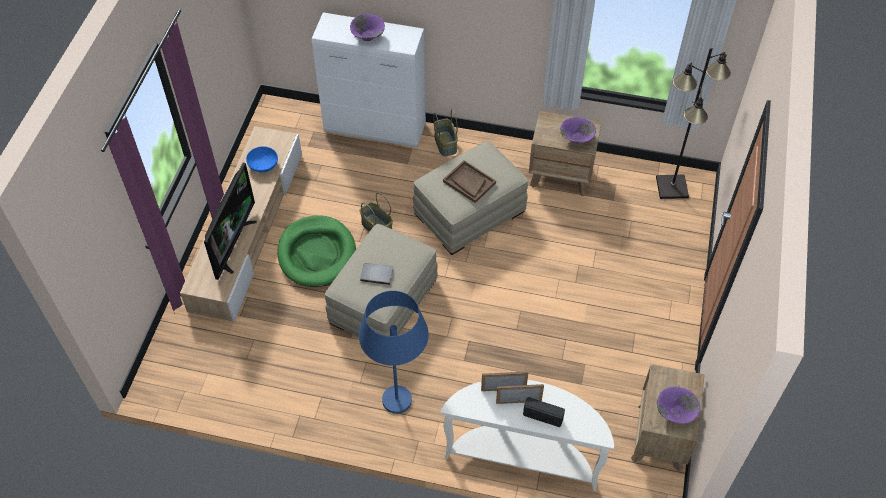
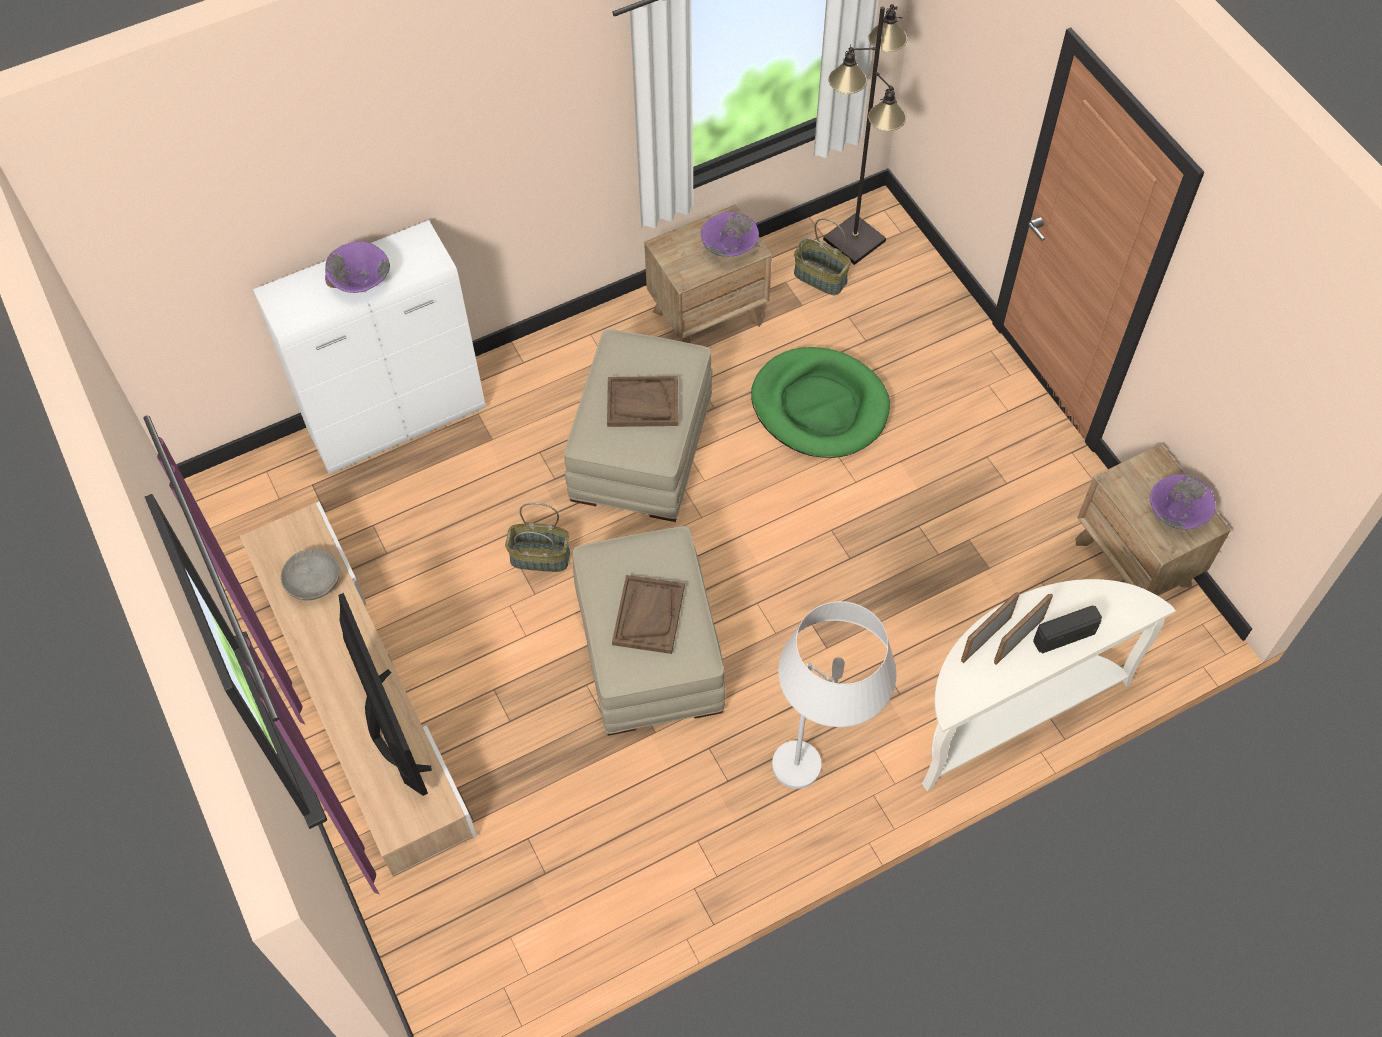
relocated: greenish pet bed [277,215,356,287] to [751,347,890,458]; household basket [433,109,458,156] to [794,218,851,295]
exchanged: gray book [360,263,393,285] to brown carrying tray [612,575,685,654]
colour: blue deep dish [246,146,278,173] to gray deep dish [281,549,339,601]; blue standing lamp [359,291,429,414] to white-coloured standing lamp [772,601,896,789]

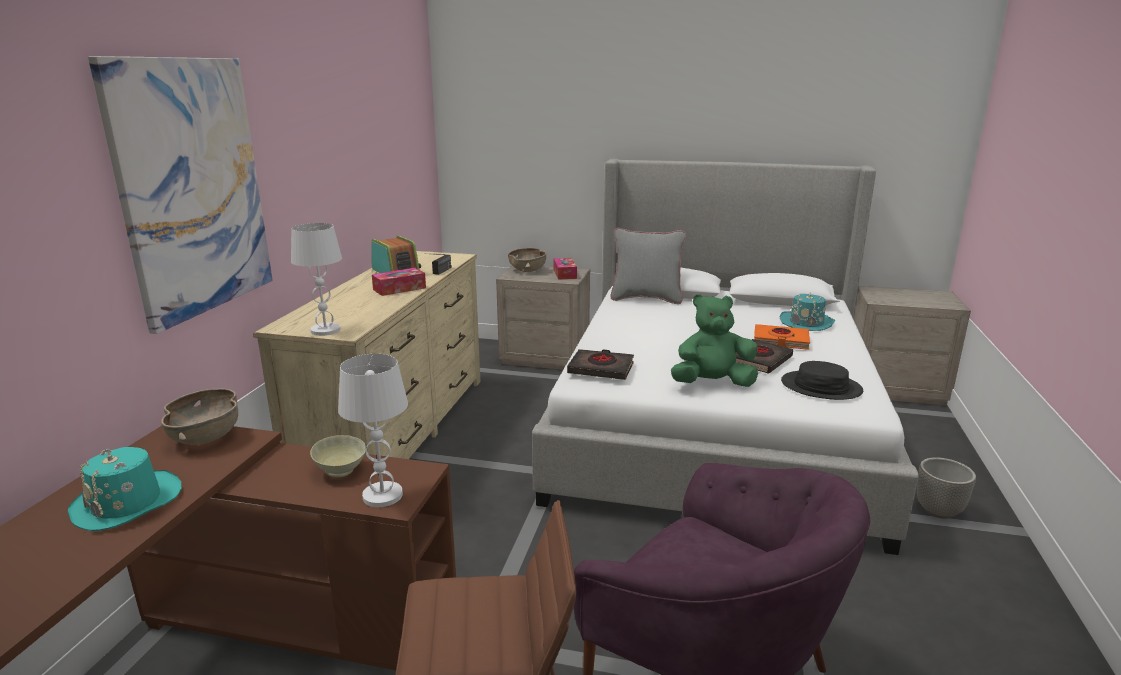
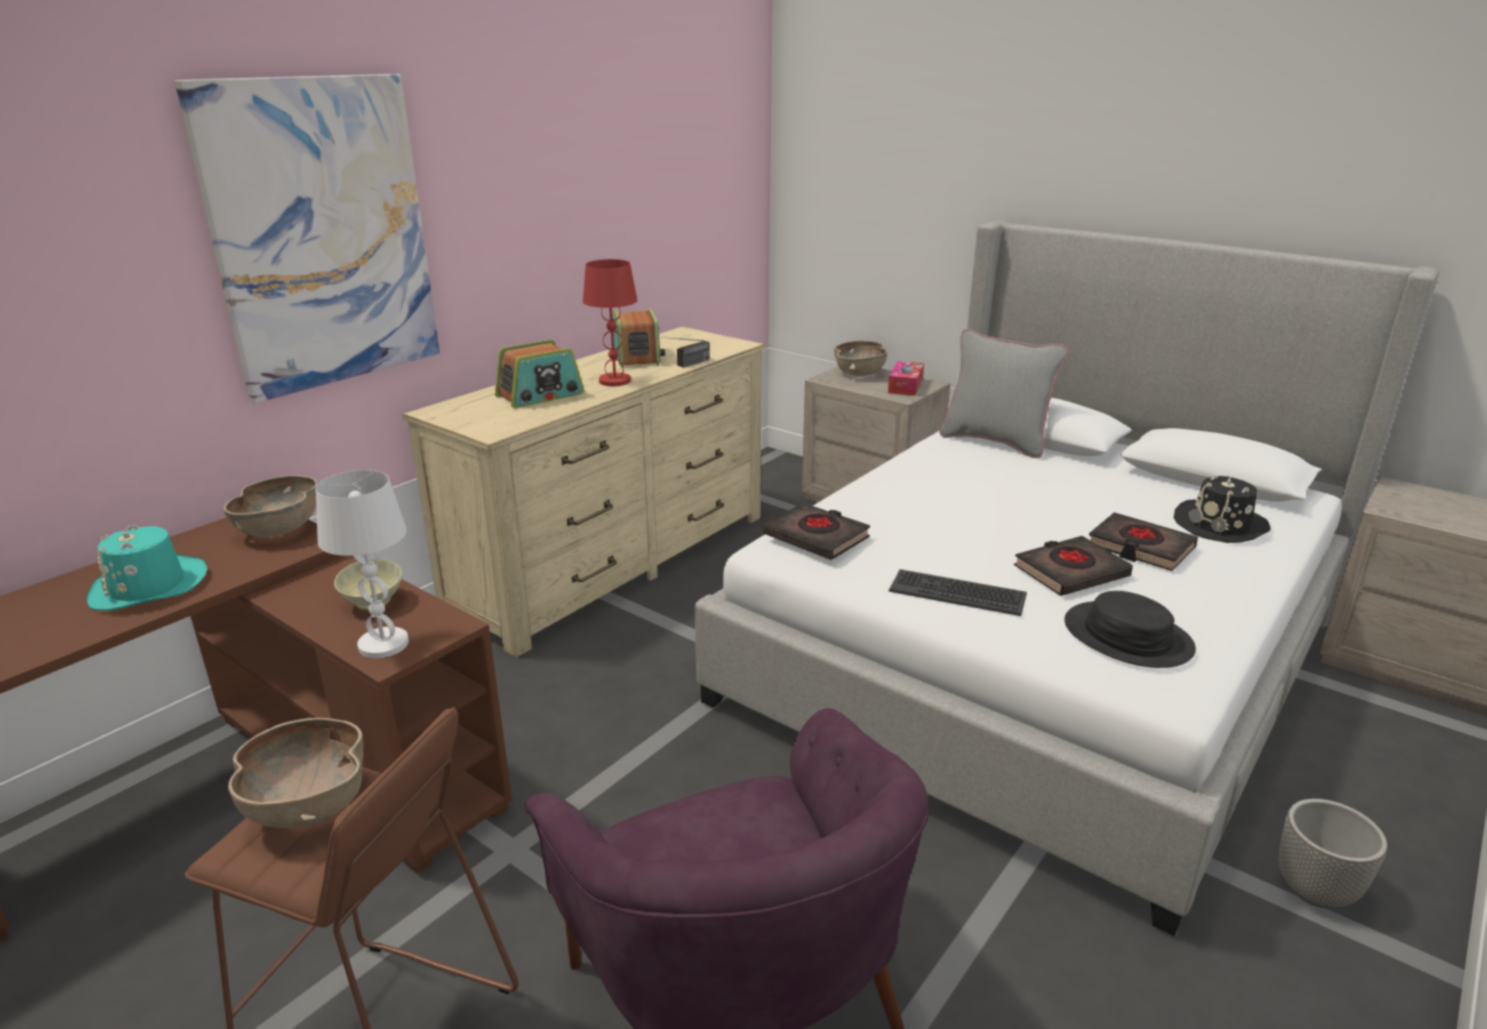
missing: white-coloured table lamp [291,223,342,336]
appeared: brown deep dish [228,718,363,828]; radio set [495,339,584,408]
exchanged: box of tissues [372,268,426,296] to reddish table lamp [583,259,637,386]; greenish cuddly toy [671,294,758,387] to keyboard [889,569,1027,616]
colour: orange book [754,324,810,350] to black-coloured book [1089,512,1198,571]; turquoise hat [780,293,835,331] to black-coloured hat [1174,475,1271,543]

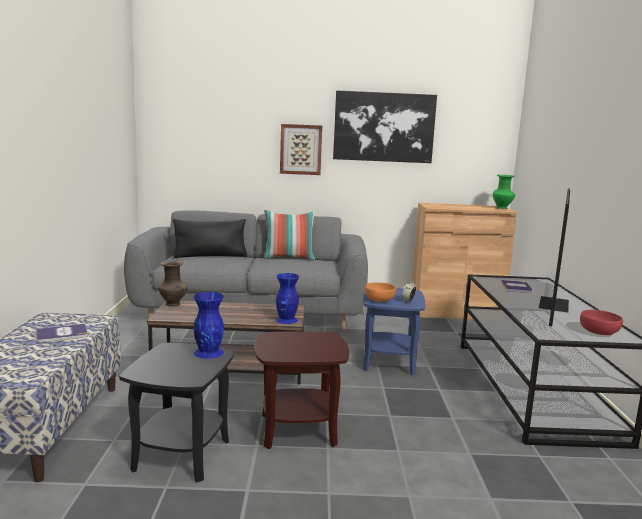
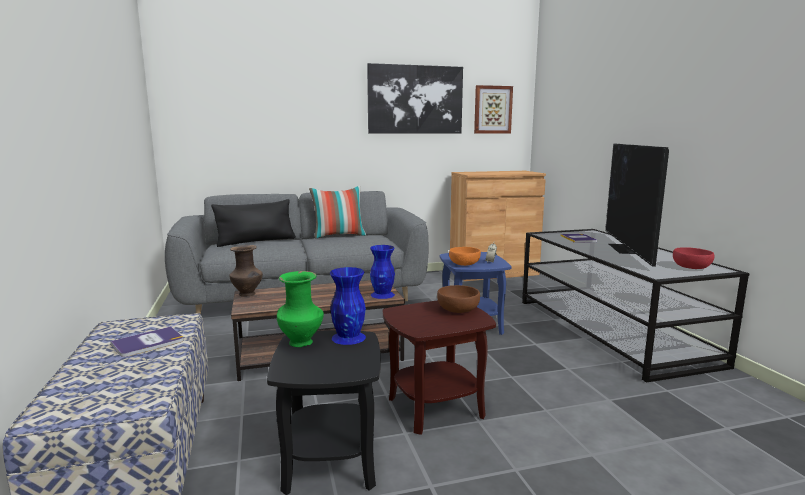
appeared: brown deep dish [437,285,480,313]
relocated: wall picture [280,124,322,175] to [474,85,513,134]; greenish vase [493,175,515,209] to [277,271,324,347]

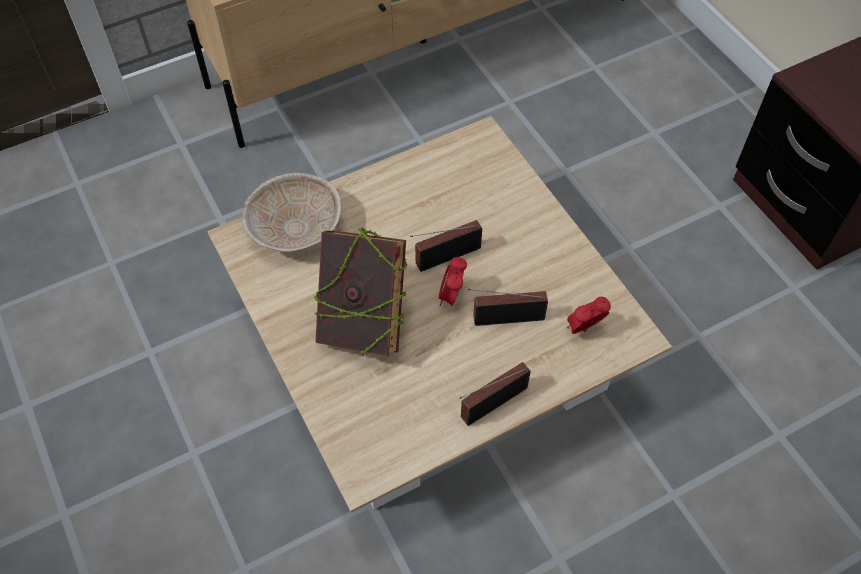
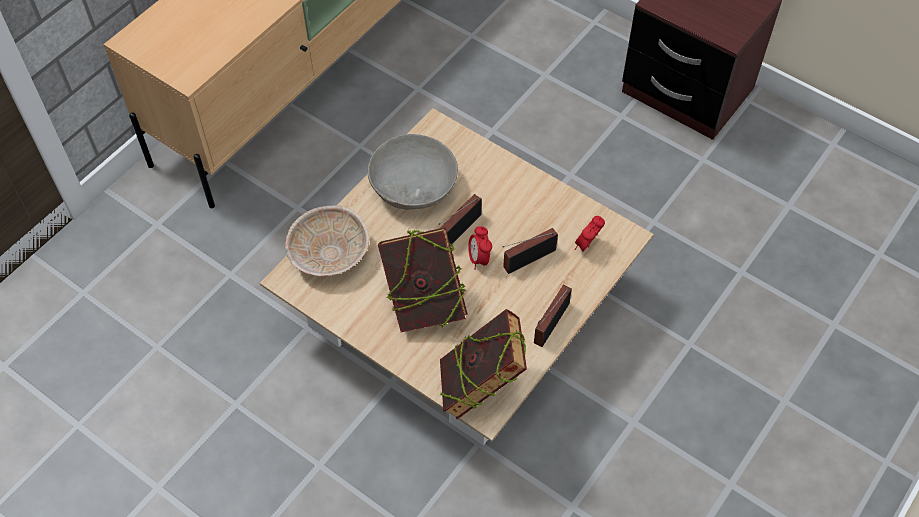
appeared: gray deep dish [368,134,458,210]; book [439,309,527,419]

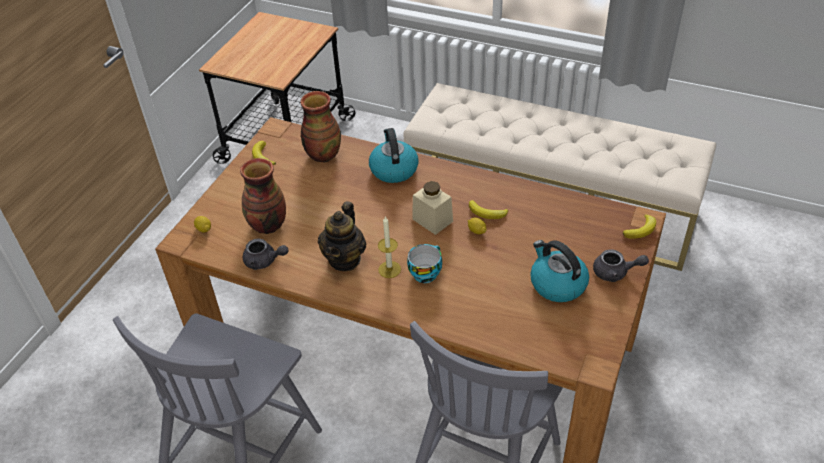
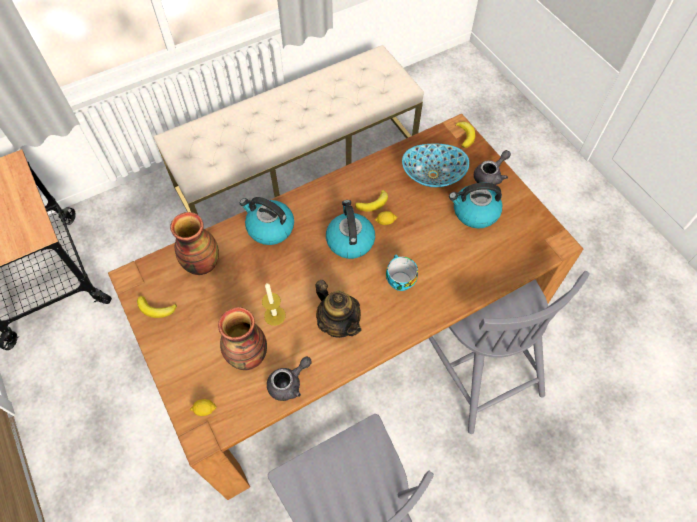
appeared: deep dish [402,144,469,187]
relocated: candle [378,217,401,278] to [262,284,286,326]
exchanged: sand-coloured storage jar [412,181,453,235] to kettle [326,200,375,259]

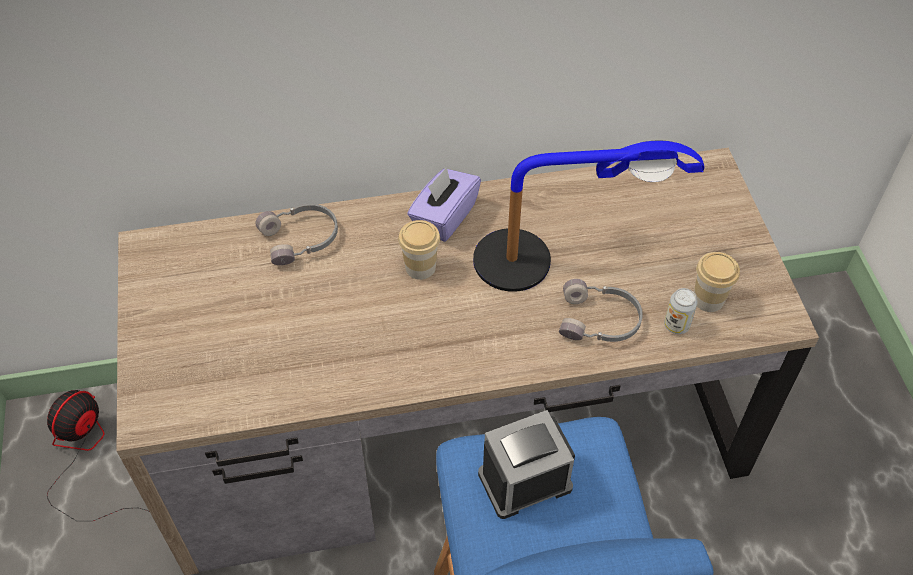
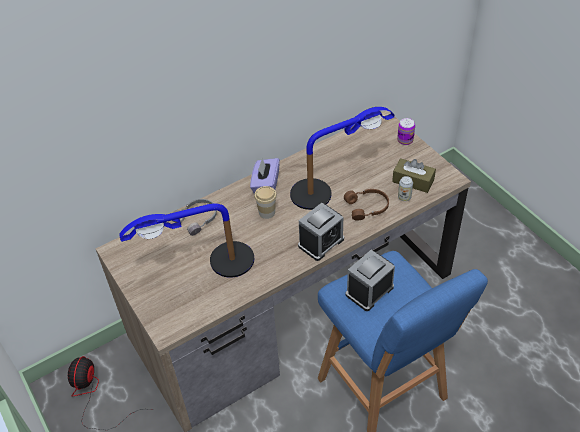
appeared: table lamp [119,204,254,278]; alarm clock [298,203,344,261]; can [397,118,415,145]
exchanged: small cup [694,252,740,312] to brown box of tissues [392,158,436,193]
colour: gray headset [559,279,643,342] to brown headset [344,189,389,221]

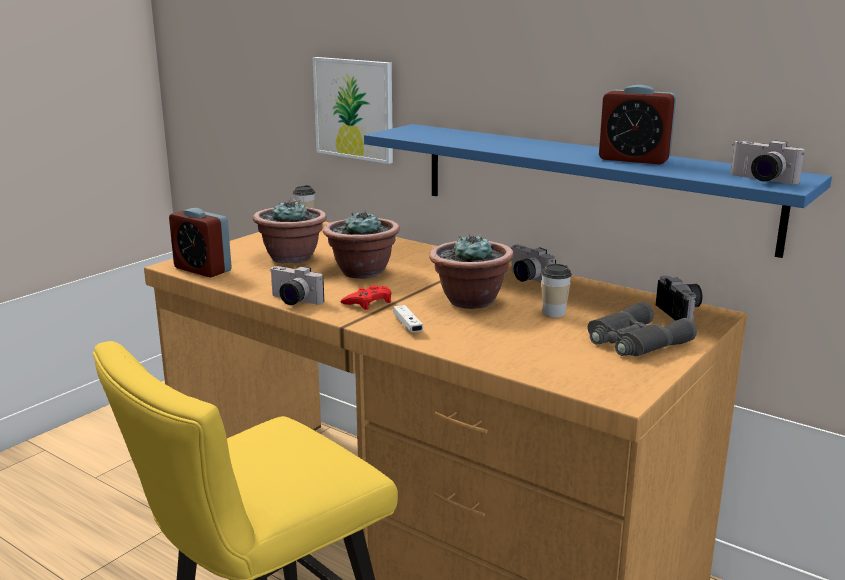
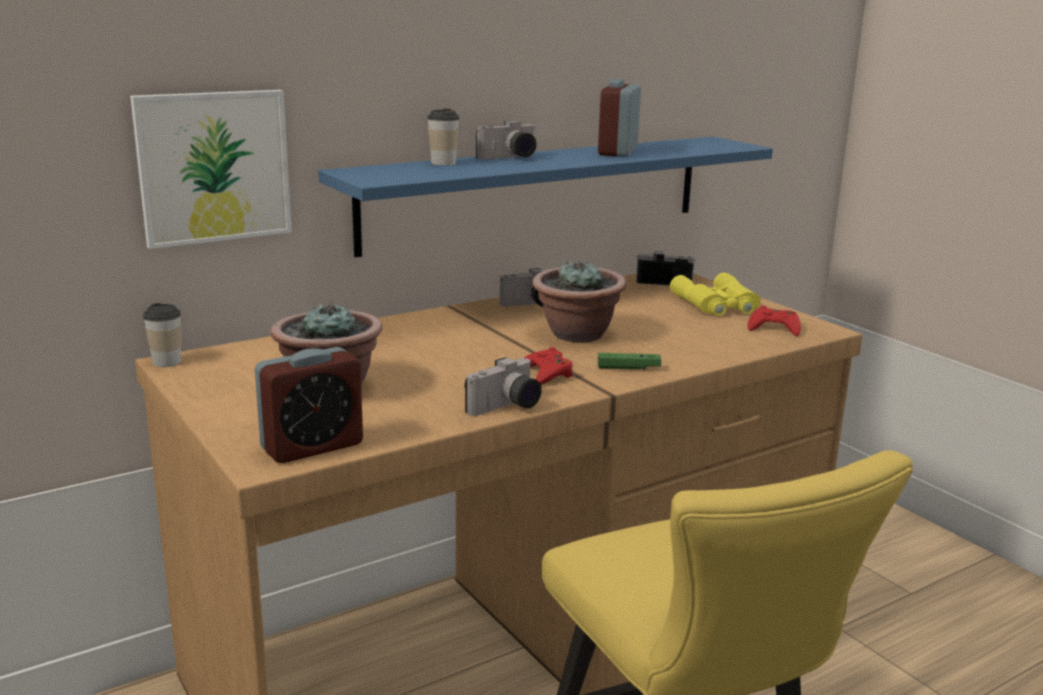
missing: plant in a pot [323,209,400,279]
appeared: reddish game controller [748,306,801,336]
relocated: small cup [541,264,572,317] to [427,108,459,166]; still camera [731,140,805,184] to [476,121,537,160]
colour: white-coloured game controller [393,305,423,333] to greenish game controller [598,353,661,369]; gray binoculars [588,302,697,356] to yellow-coloured binoculars [670,273,761,316]
spun: alarm clock [599,85,676,164] = [598,78,641,157] 150 degrees clockwise

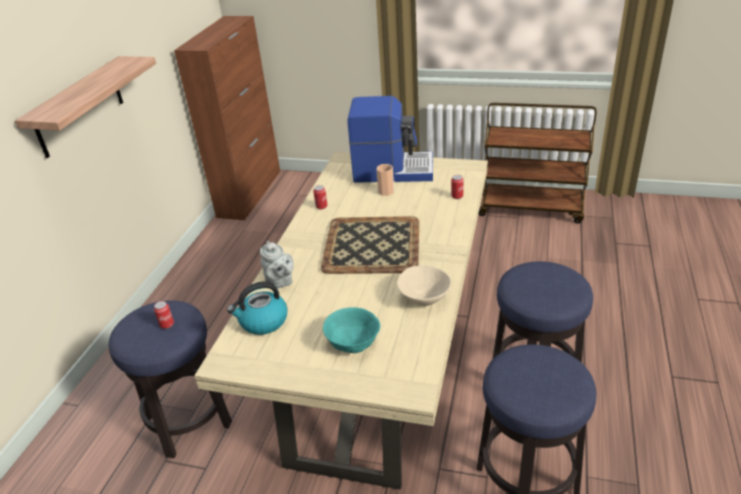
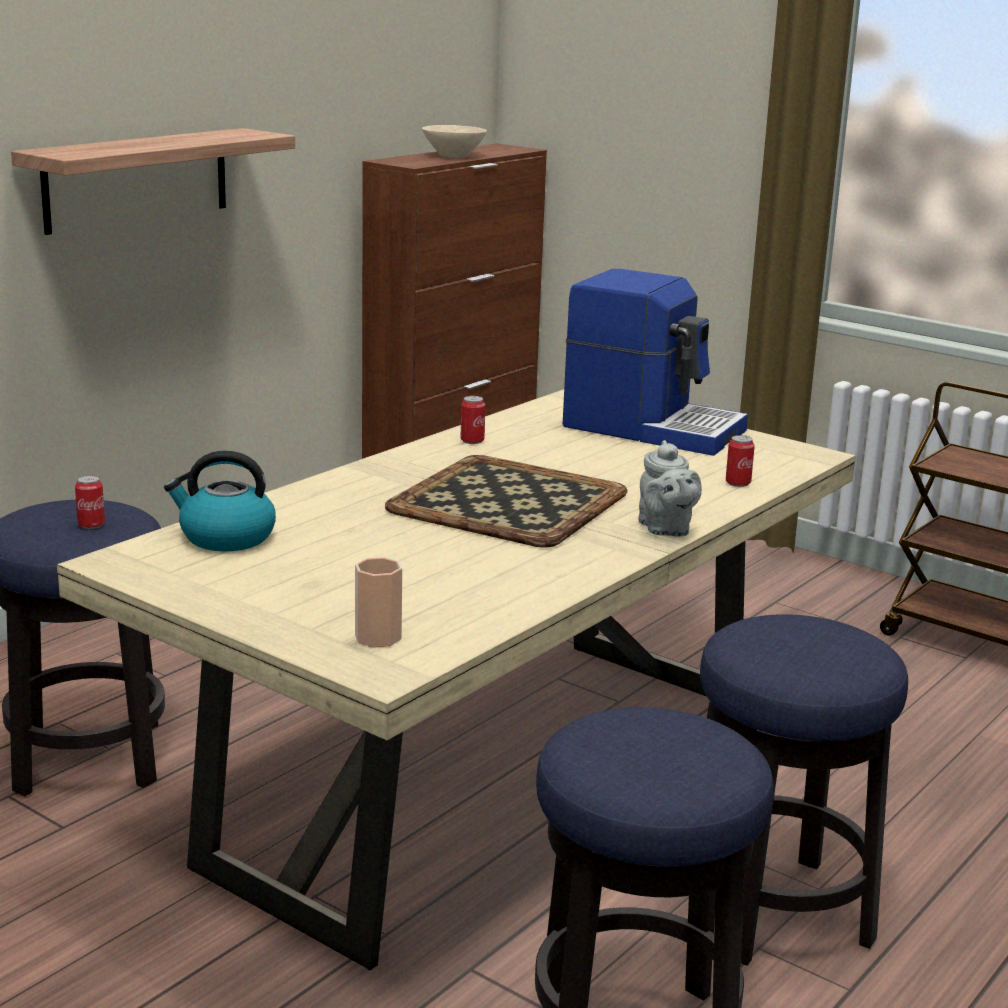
missing: turquoise deep dish [323,307,380,353]
relocated: gray teapot [260,241,294,289] to [638,440,702,537]; small cup [376,164,394,196] to [355,557,402,647]; sand-coloured deep dish [397,265,451,306] to [422,125,487,158]

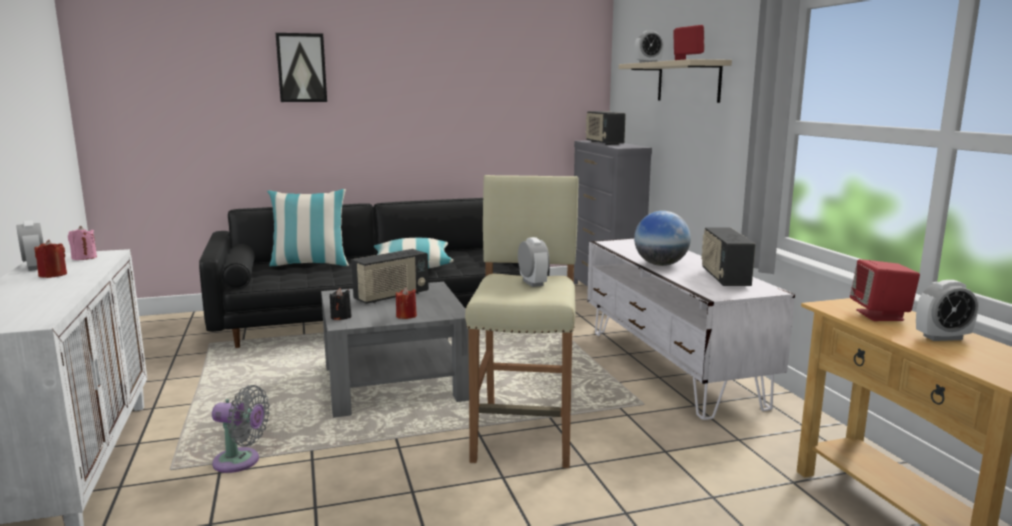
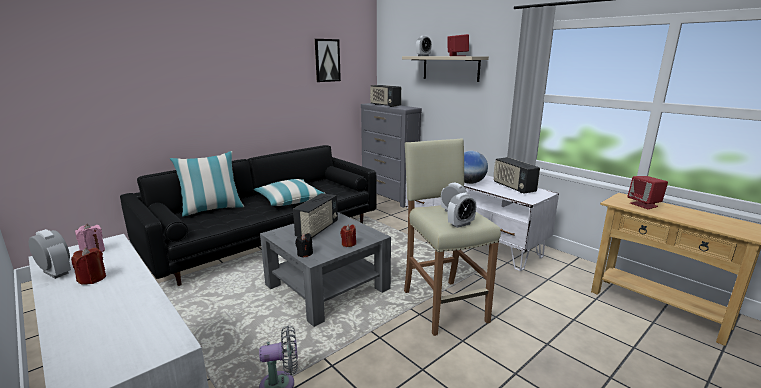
relocated: wall picture [276,33,327,102] to [315,39,341,82]; alarm clock [916,280,979,341] to [448,193,476,228]

